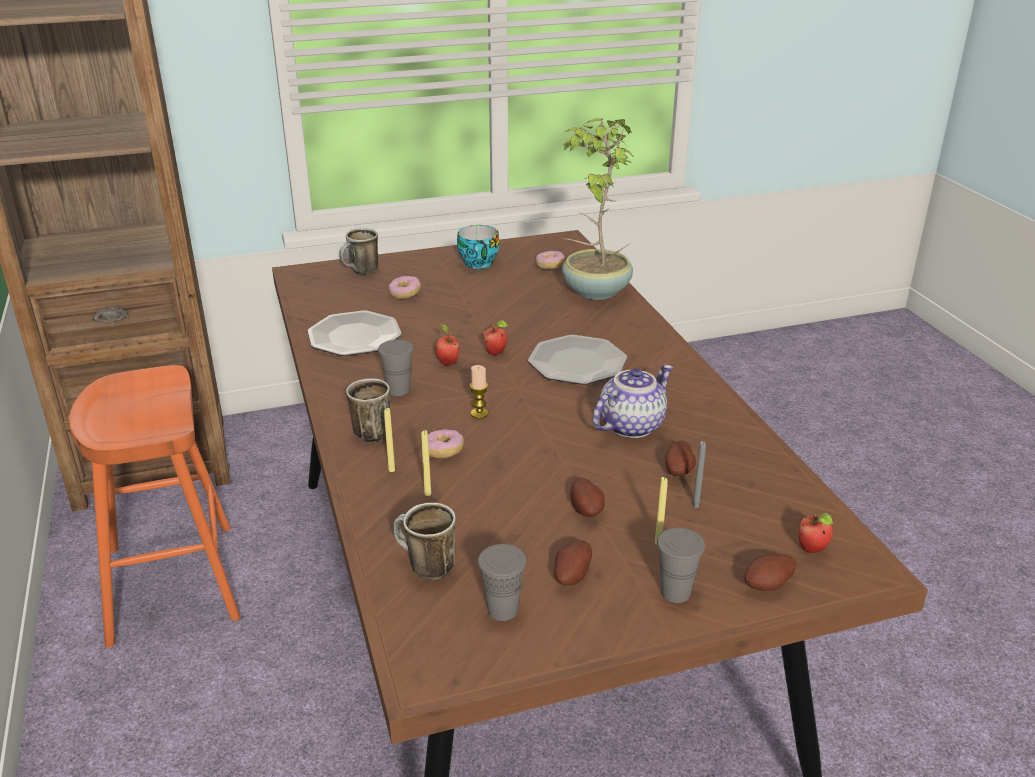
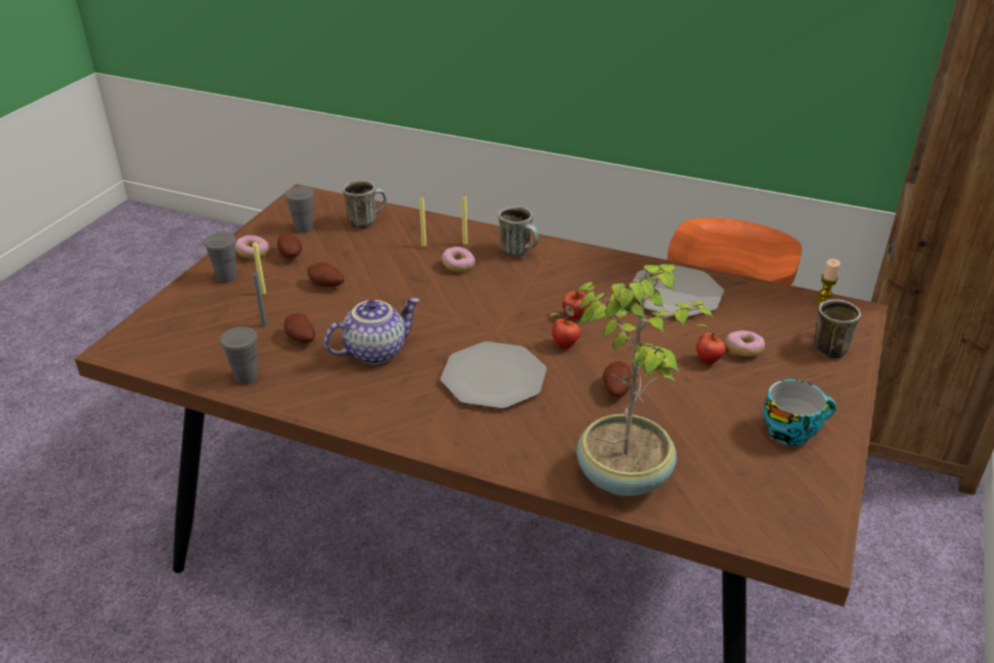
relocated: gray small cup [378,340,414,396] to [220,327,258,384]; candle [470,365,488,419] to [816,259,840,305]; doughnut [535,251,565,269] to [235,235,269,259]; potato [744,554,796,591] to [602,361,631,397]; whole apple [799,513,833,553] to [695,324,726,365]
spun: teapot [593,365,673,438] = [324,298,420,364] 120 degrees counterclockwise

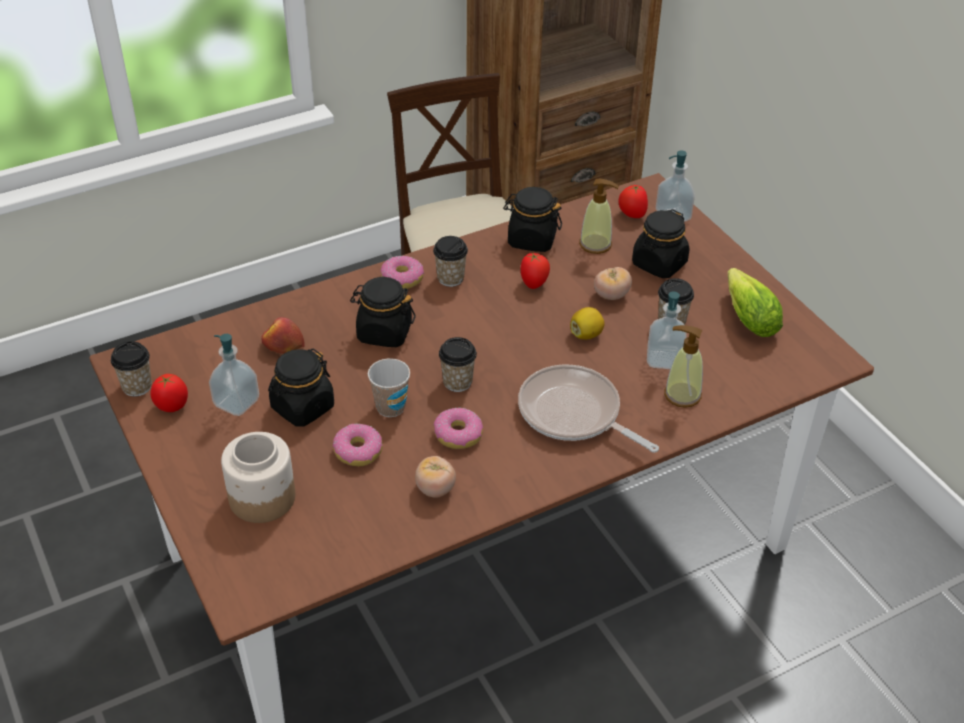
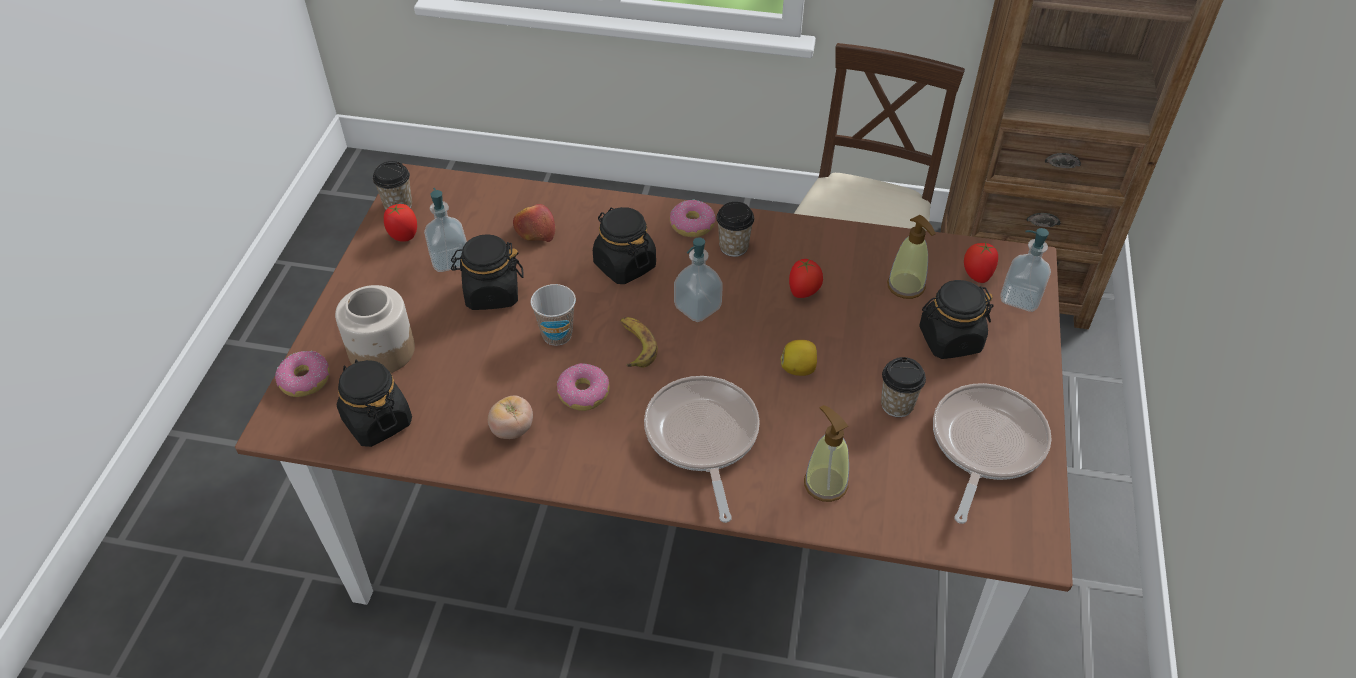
missing: whole tomato [594,267,632,300]
relocated: doughnut [333,424,383,466] to [275,351,330,397]; black-coloured storage jar [503,187,562,252] to [337,360,412,447]; soap dispenser [647,292,687,369] to [674,237,723,322]
exchanged: small cup [439,337,477,392] to whole banana [620,317,658,367]; lettuce head [728,268,783,337] to frying pan [933,383,1051,524]

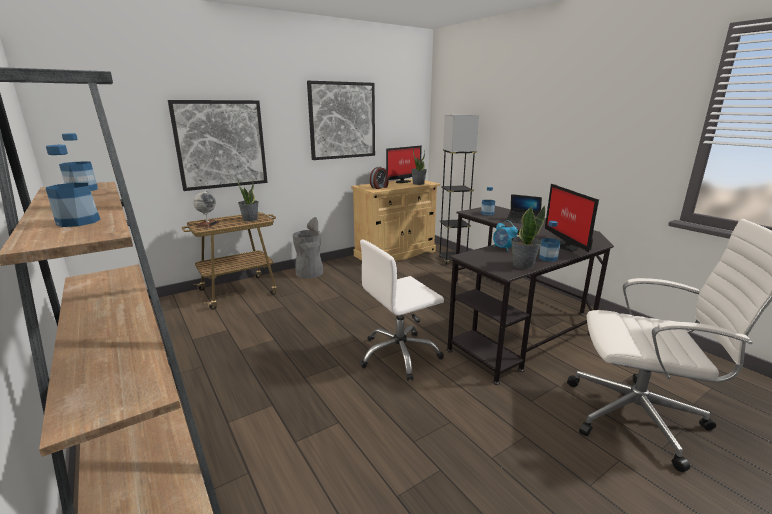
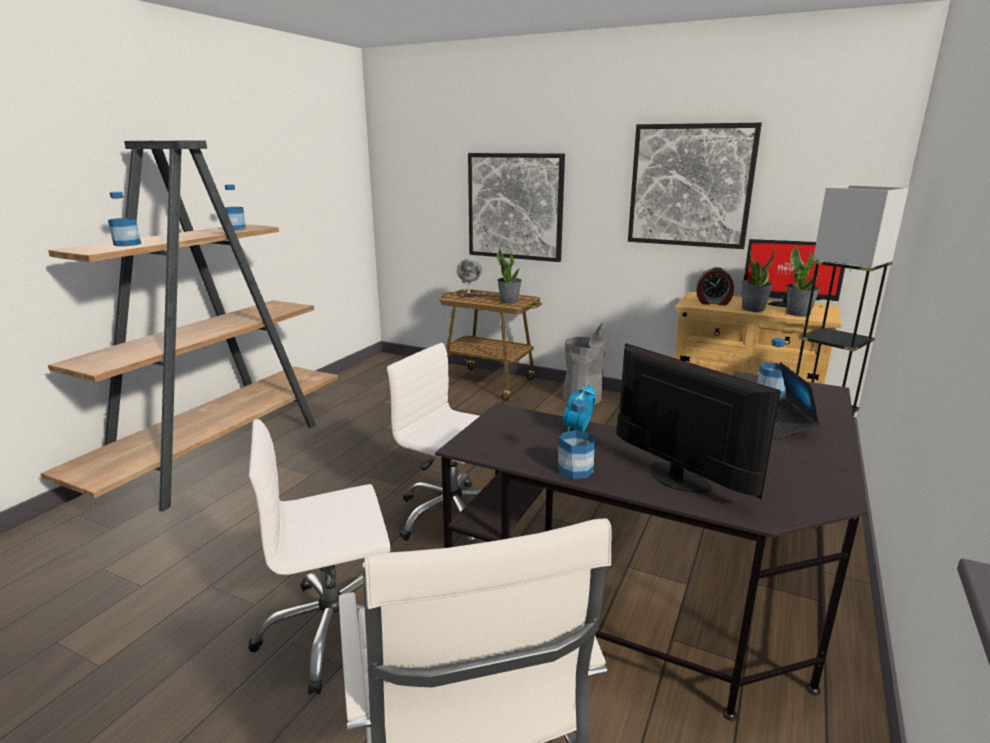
appeared: white-coloured desk chair [249,419,391,694]
relocated: plant in a pot [511,206,545,269] to [742,244,775,312]
spun: computer screen [545,184,599,252] = [616,343,781,499] 90 degrees clockwise

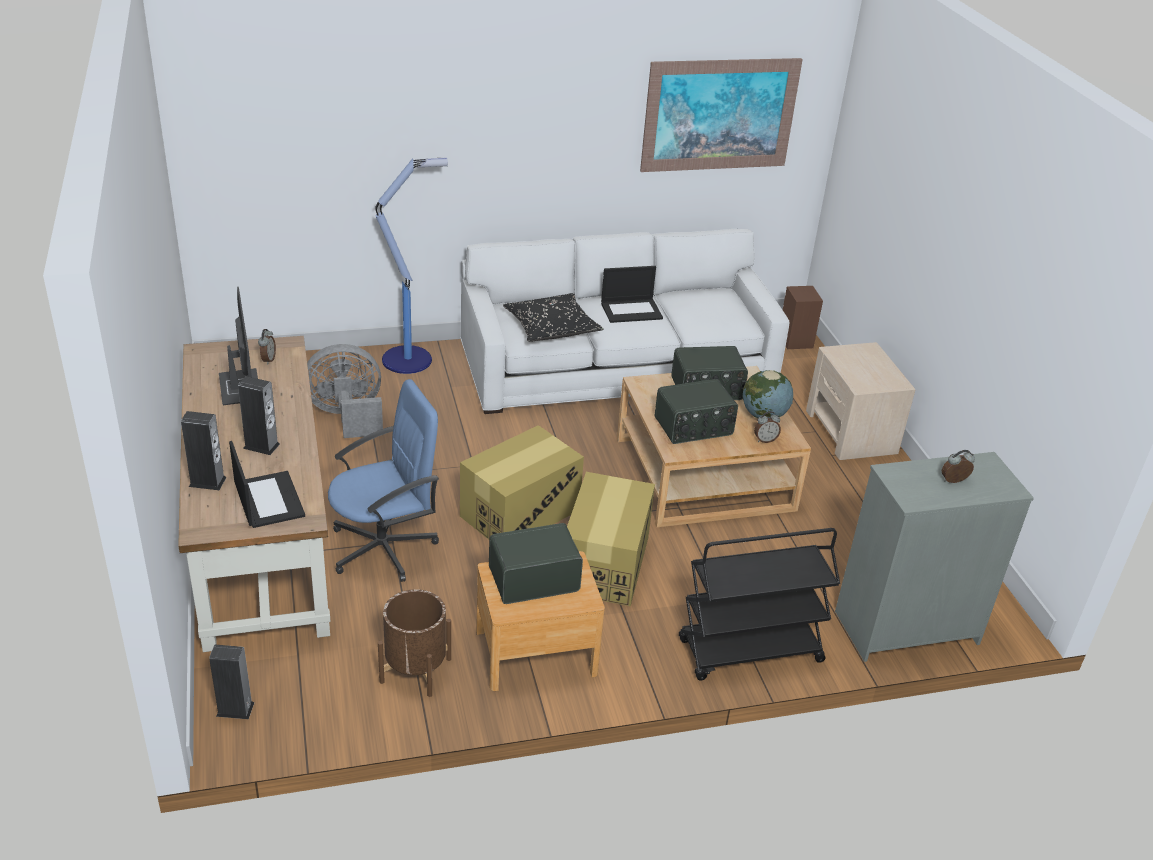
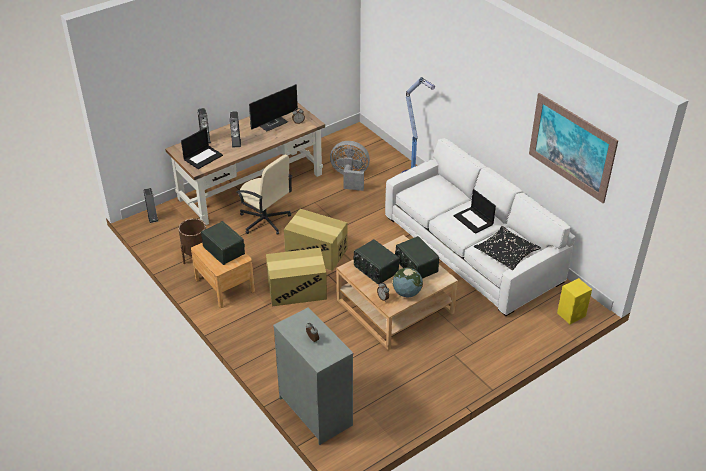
missing: black-coloured cart [679,528,840,681]; sand-coloured bedside table [806,342,916,460]
relocated: black-coloured cushion [503,293,604,342] to [474,226,541,270]
colour: blue desk chair [328,379,439,582] to sand-coloured desk chair [237,155,292,235]; brown audio speaker [783,286,823,349] to yellow-coloured audio speaker [557,278,592,324]
spun: gray cooling fan [307,344,383,438] = [330,141,370,191] 45 degrees counterclockwise

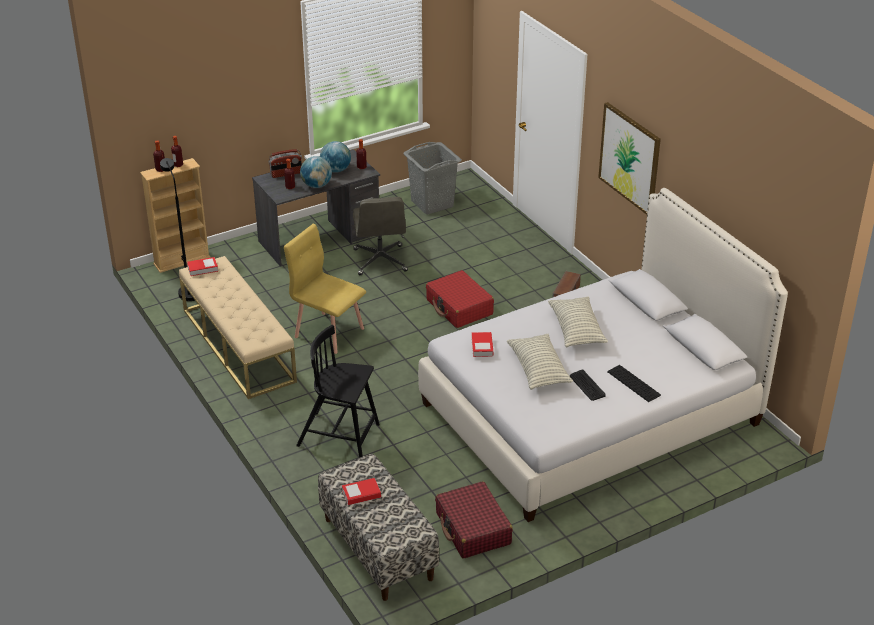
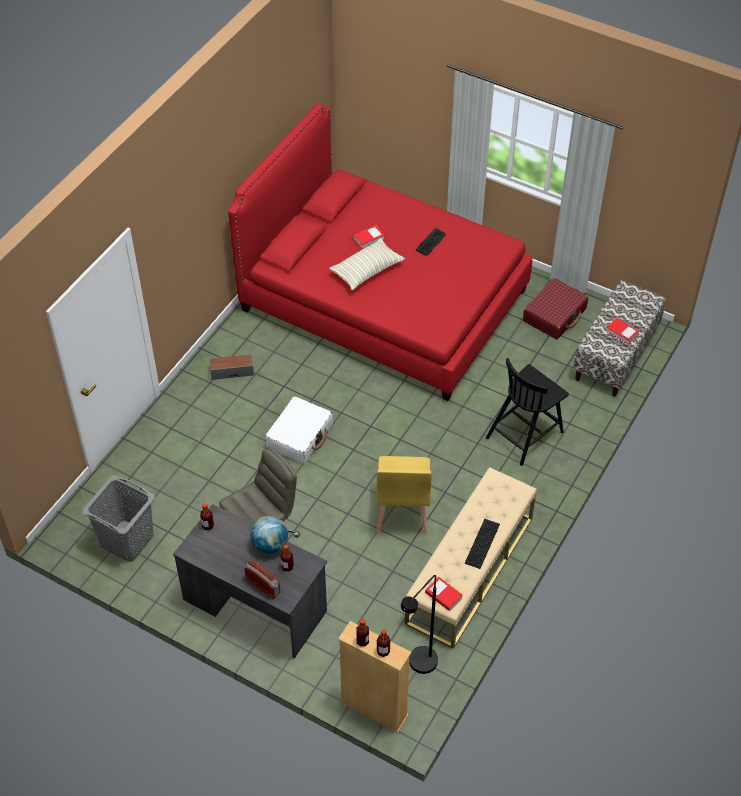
missing: globe [320,141,351,173]; cushion [507,334,573,390]; wall picture [598,102,661,215]
relocated: book [471,332,493,357] to [353,225,384,249]; keyboard [607,365,661,402] to [465,519,500,569]
colour: white-coloured bed [418,188,788,522] to reddish bed [228,104,532,401]; reddish travel case [426,270,494,328] to white-coloured travel case [265,396,333,464]
spun: black-coloured plain chair [296,325,380,458] = [486,358,569,466] 60 degrees clockwise

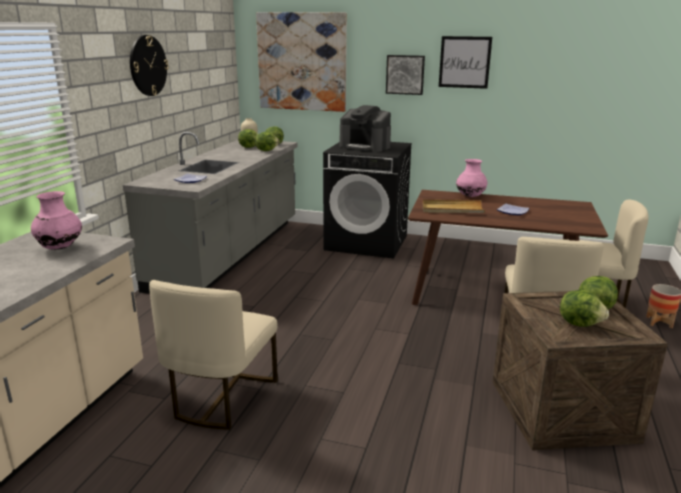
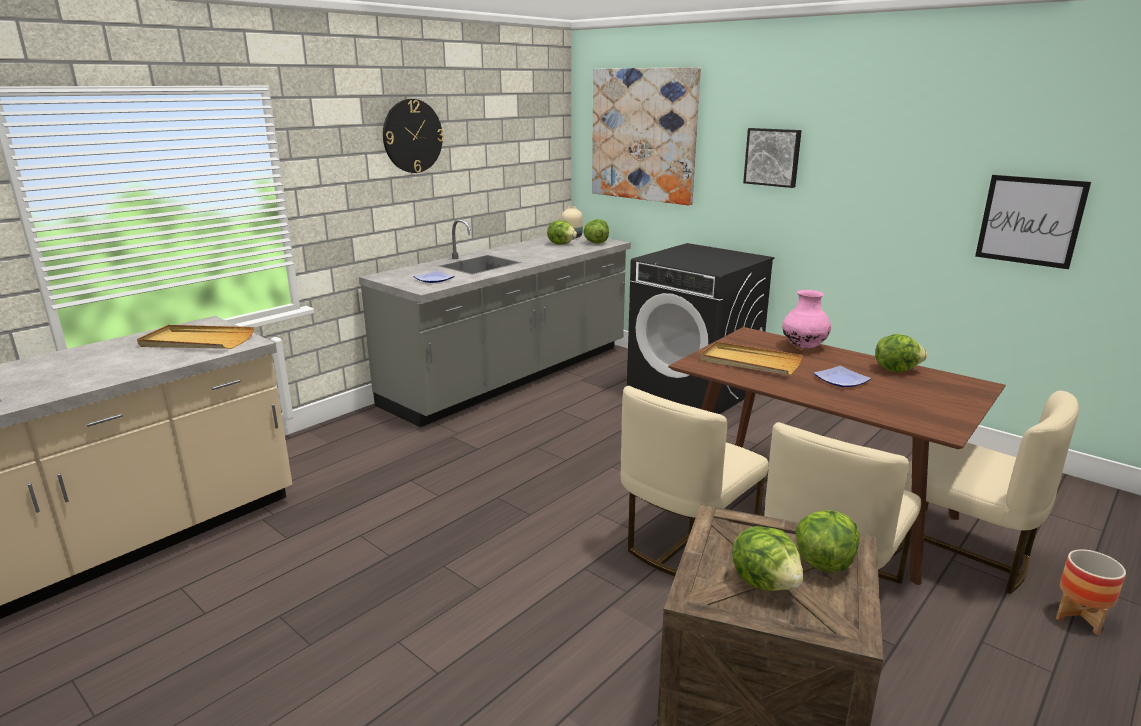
missing: coffee maker [340,105,391,152]
relocated: sand-coloured plain chair [149,280,278,430] to [621,386,769,576]; lettuce head [255,132,280,151] to [875,334,927,372]; wall picture [439,36,492,89] to [975,175,1091,269]
exchanged: pink-coloured vase [31,191,82,250] to sand-coloured carrying tray [137,325,254,349]

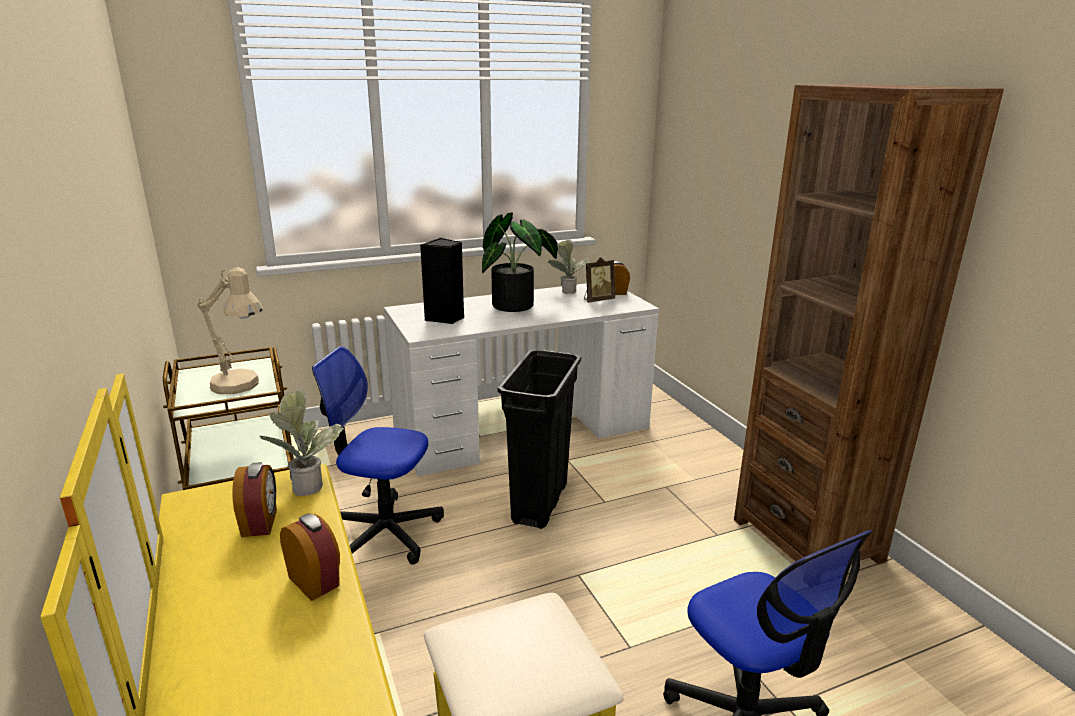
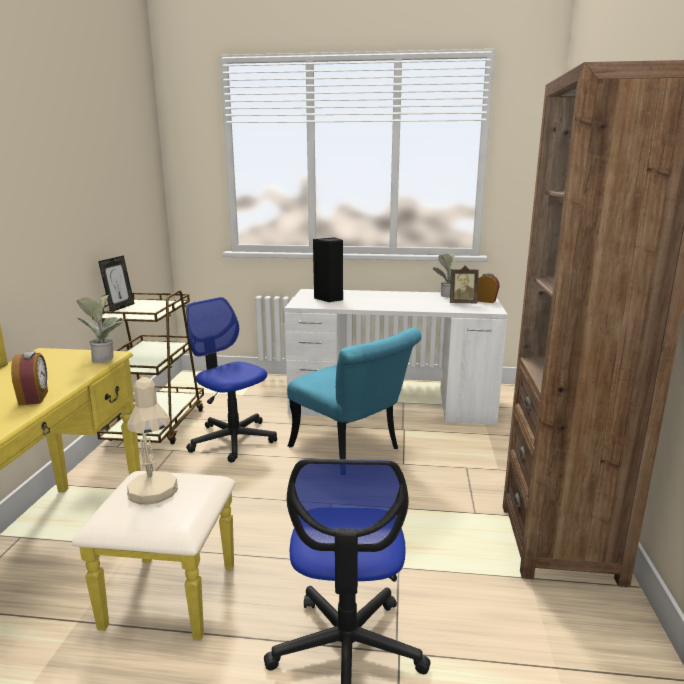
missing: alarm clock [233,462,277,537]; plant in a pot [482,212,558,312]
appeared: standing frame [98,255,134,311]
relocated: sand-coloured table lamp [197,267,263,394] to [127,376,178,505]
exchanged: black-coloured rubbish bin [497,349,581,529] to turquoise plain chair [287,328,421,459]

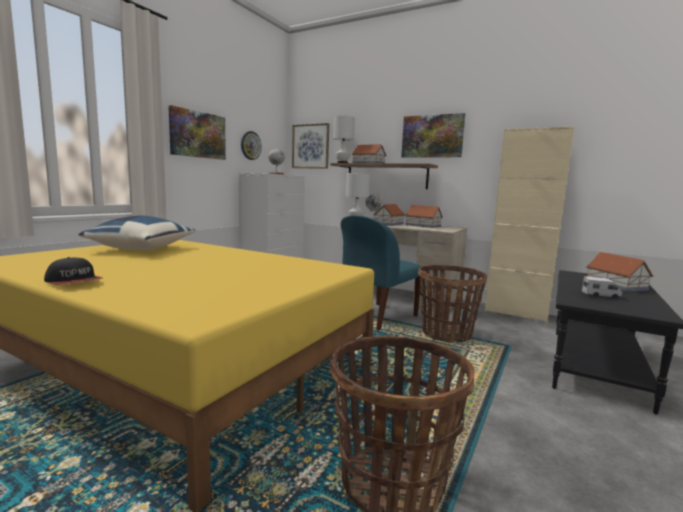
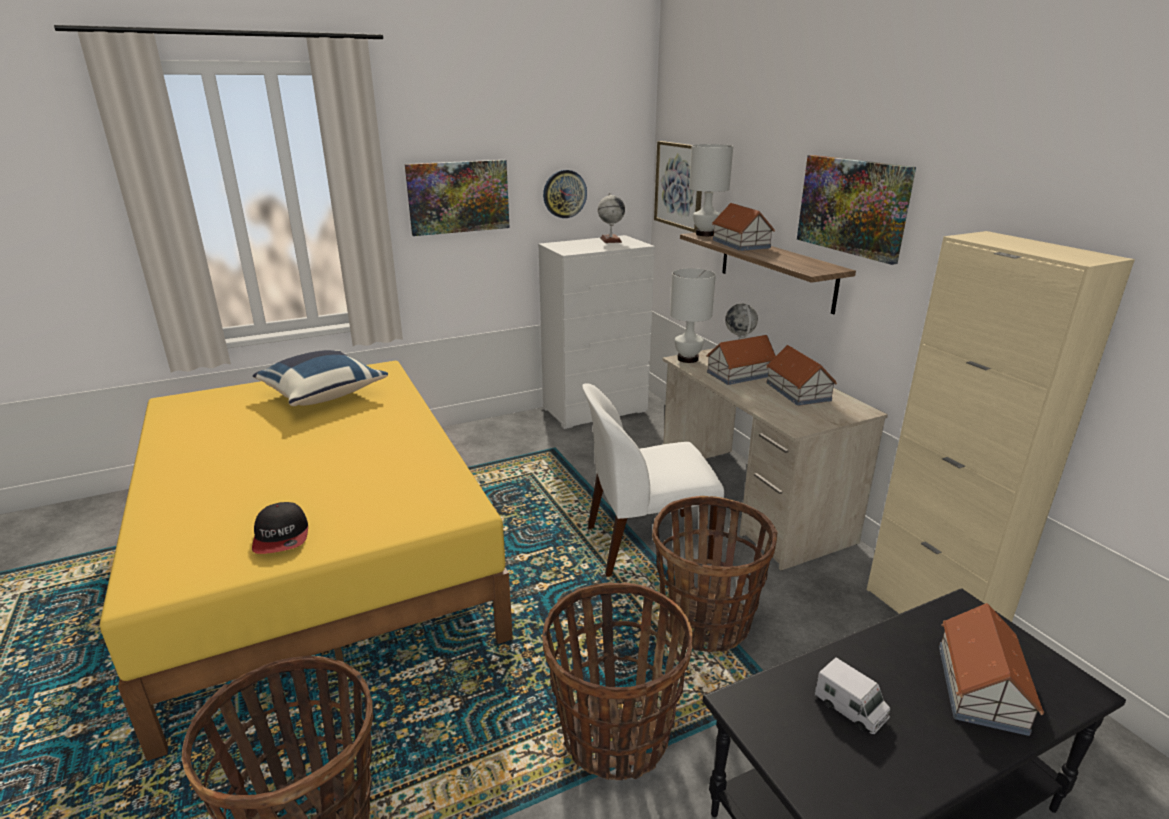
appeared: household basket [542,582,693,781]
relocated: baseball cap [44,257,102,285] to [252,502,308,554]
colour: blue plain chair [341,215,422,330] to white-coloured plain chair [582,383,724,577]

